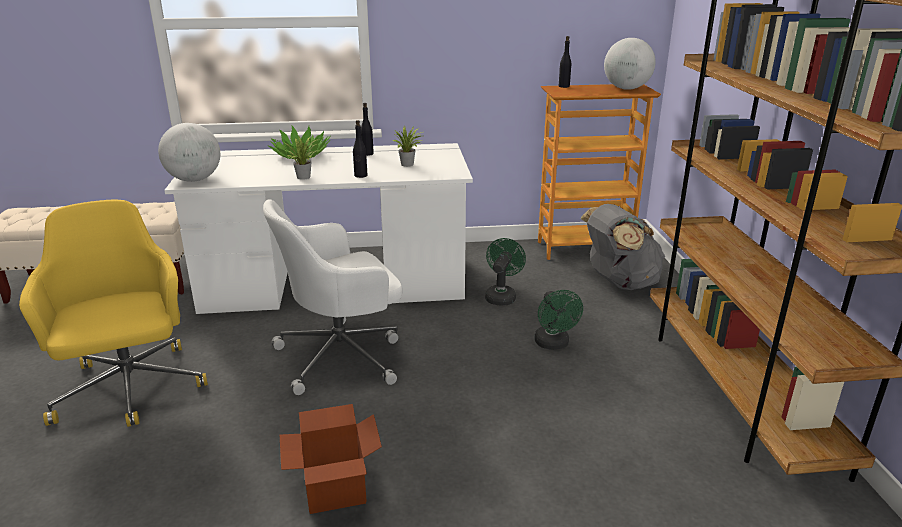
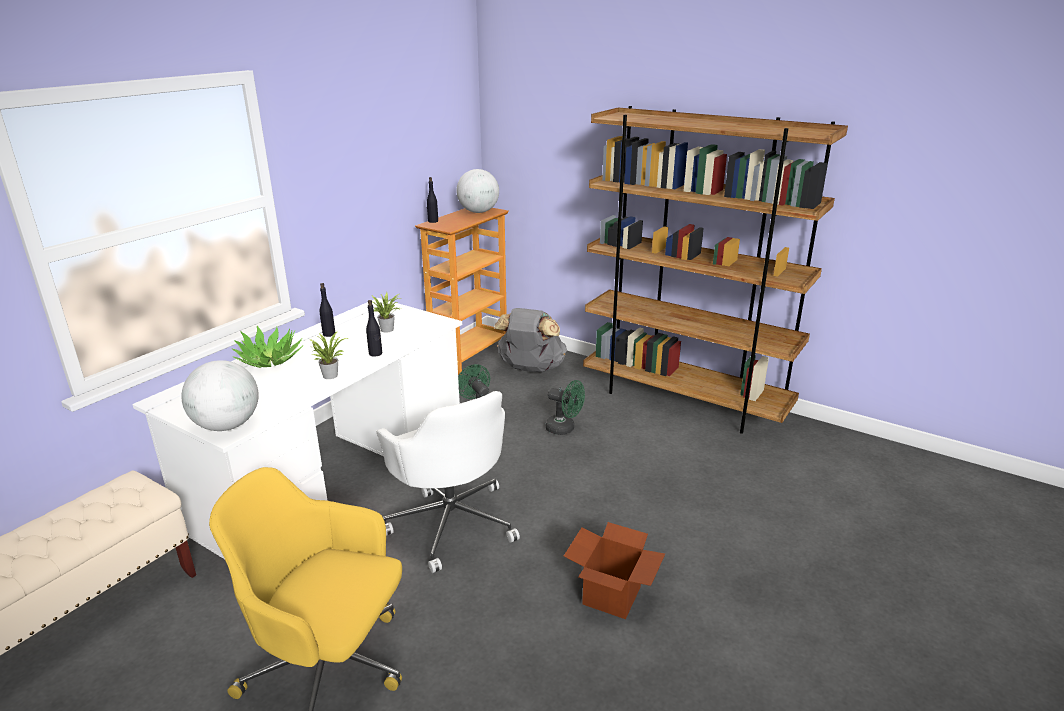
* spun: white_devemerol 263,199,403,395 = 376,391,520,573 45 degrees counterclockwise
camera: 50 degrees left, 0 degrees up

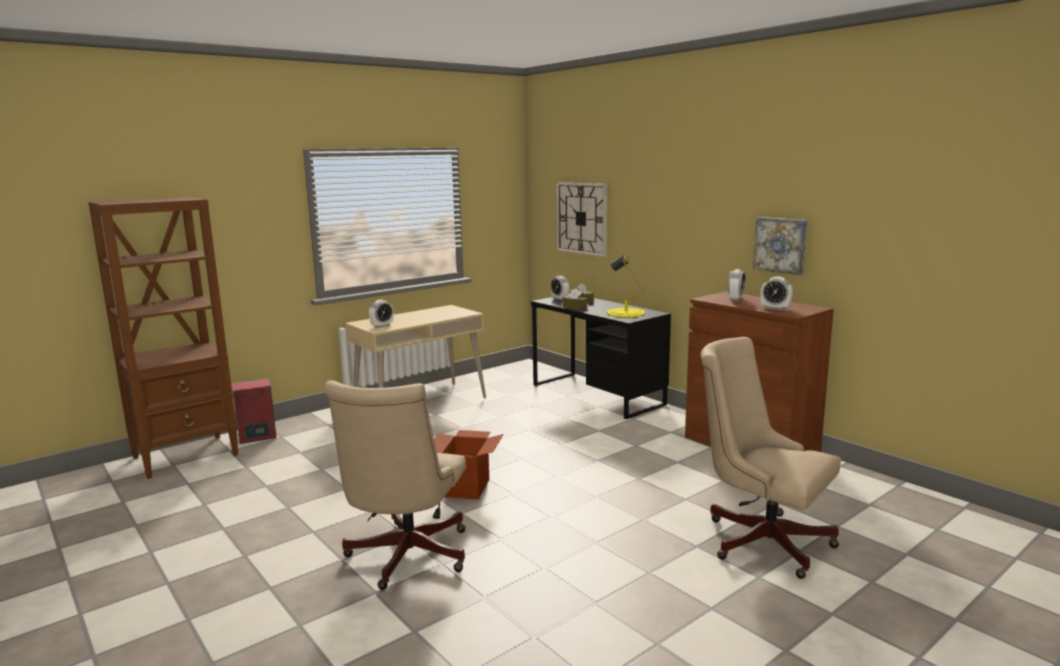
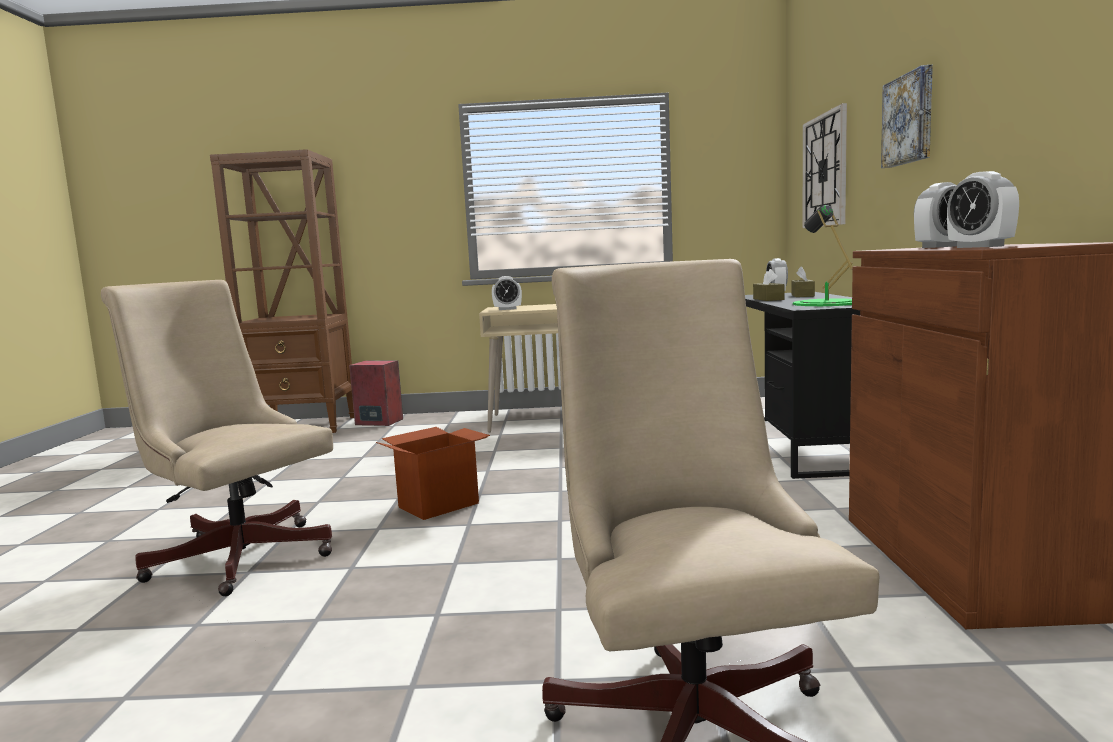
* spun: beige_devemerol 324,380,466,590 = 101,280,333,596 75 degrees clockwise
* colour: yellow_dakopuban 607,255,645,317 to green_dakopuban 793,204,853,306
* relocated: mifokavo 753,217,808,275 to 881,65,933,168
camera: 40 degrees right, 5 degrees down

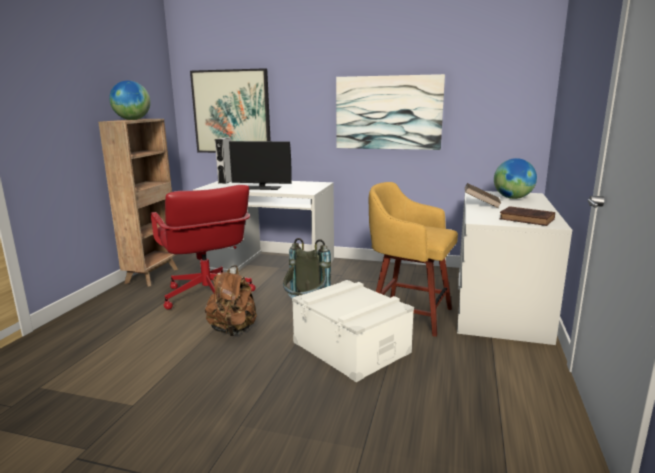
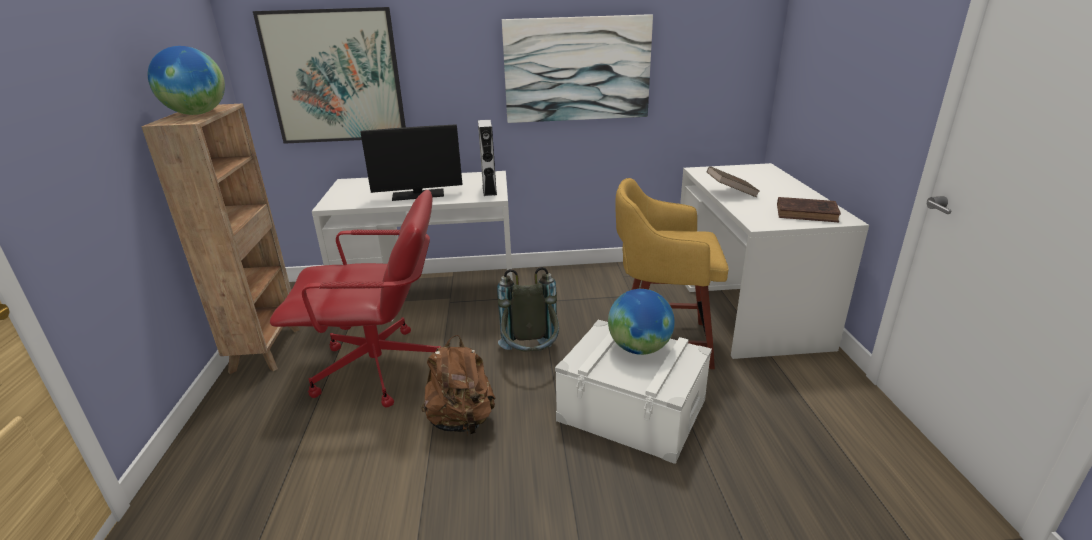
* spun: red_devemerol 151,185,256,309 = 270,190,441,407 45 degrees counterclockwise
* relocated: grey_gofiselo 215,138,232,184 to 478,120,497,196
* relocated: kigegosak 494,158,537,199 to 608,289,675,355
camera: 20 degrees left, 10 degrees up

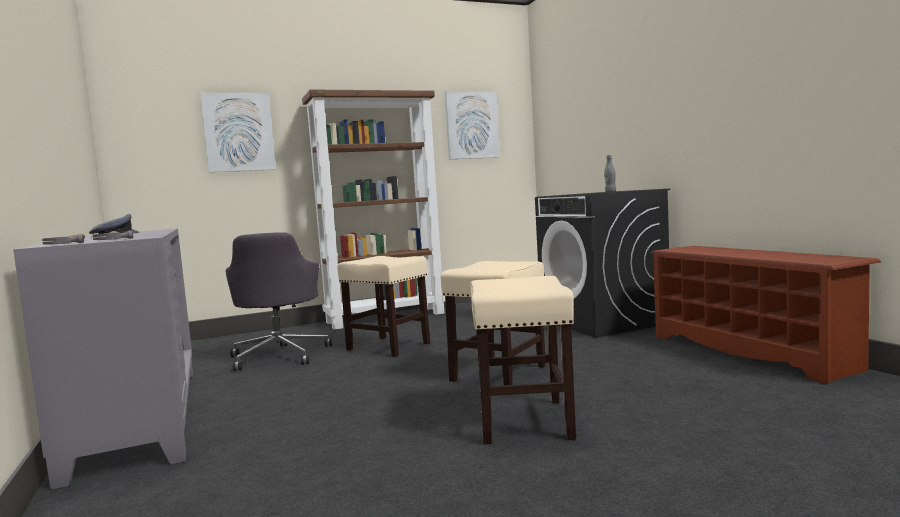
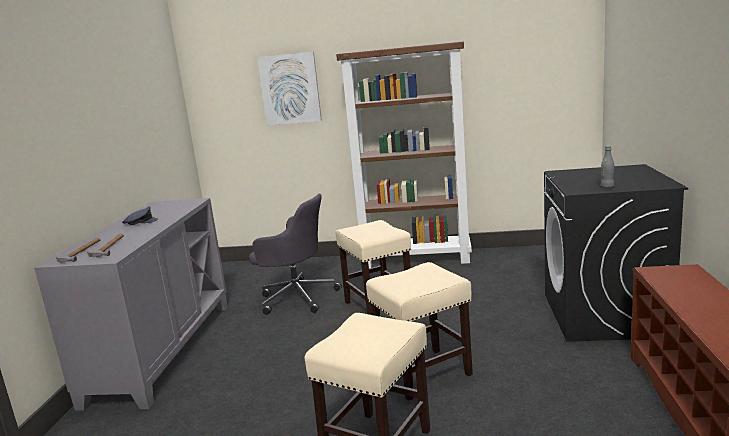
* spun: grey_devemerol 226,232,332,371 = 249,193,342,315 90 degrees counterclockwise
* missing: mifokavo 445,91,500,159
camera: 30 degrees right, 10 degrees up

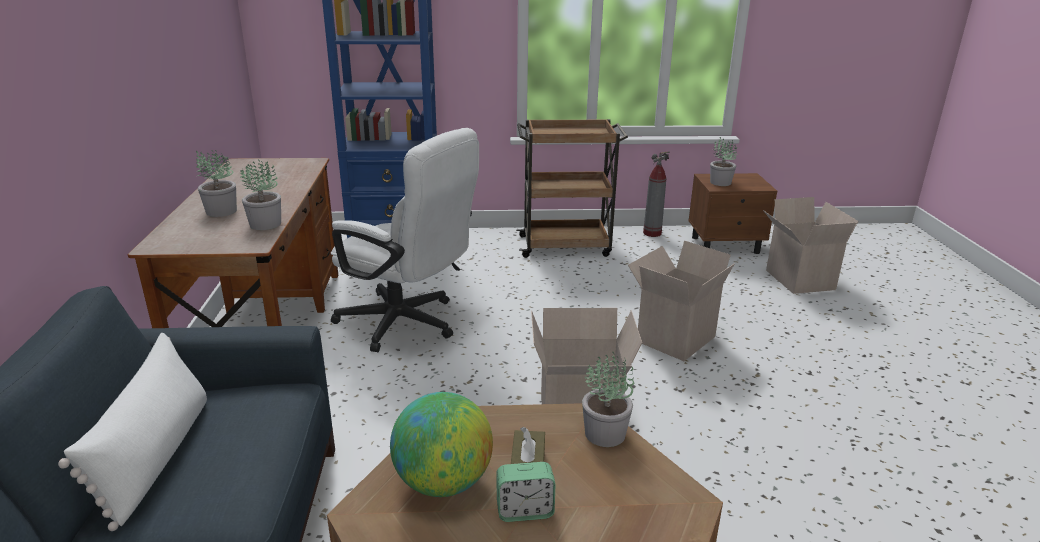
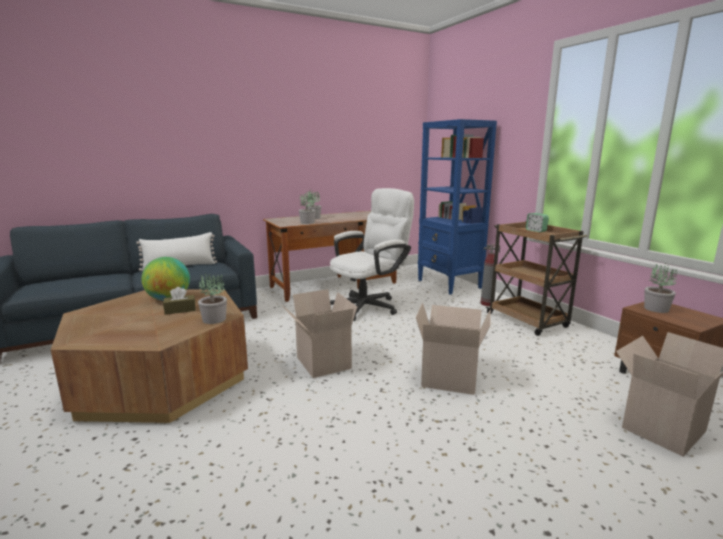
* spun: white_devemerol 331,128,479,352 = 330,188,414,321 135 degrees counterclockwise
* relocated: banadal 643,151,669,237 to 480,244,500,306
* relocated: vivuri 496,462,555,522 to 526,213,549,232
camera: 65 degrees right, 10 degrees down

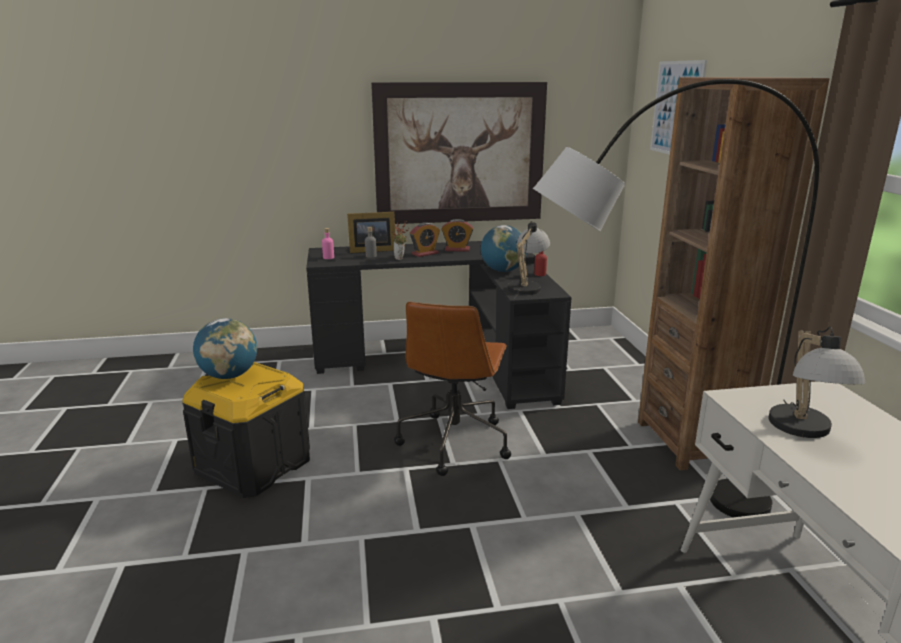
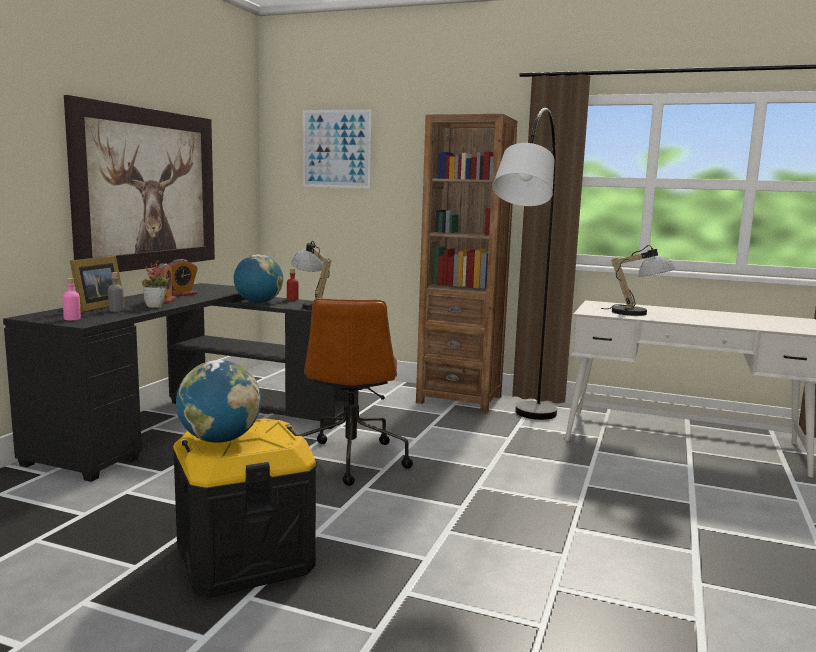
* spun: brown_devemerol 394,302,511,476 = 298,299,413,486 45 degrees clockwise
camera: 60 degrees left, 10 degrees down

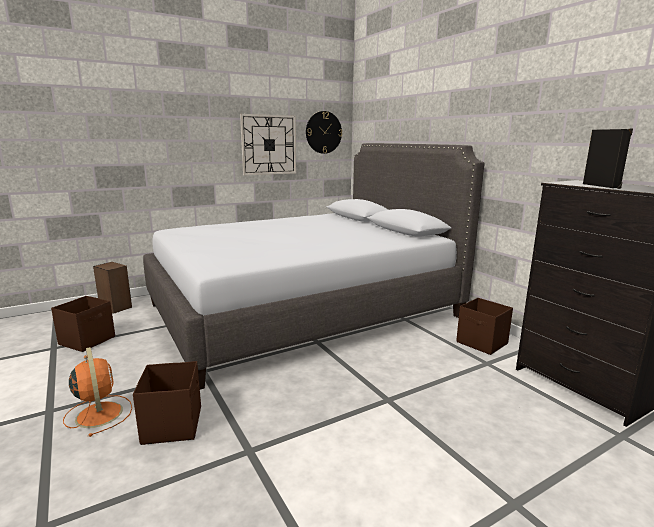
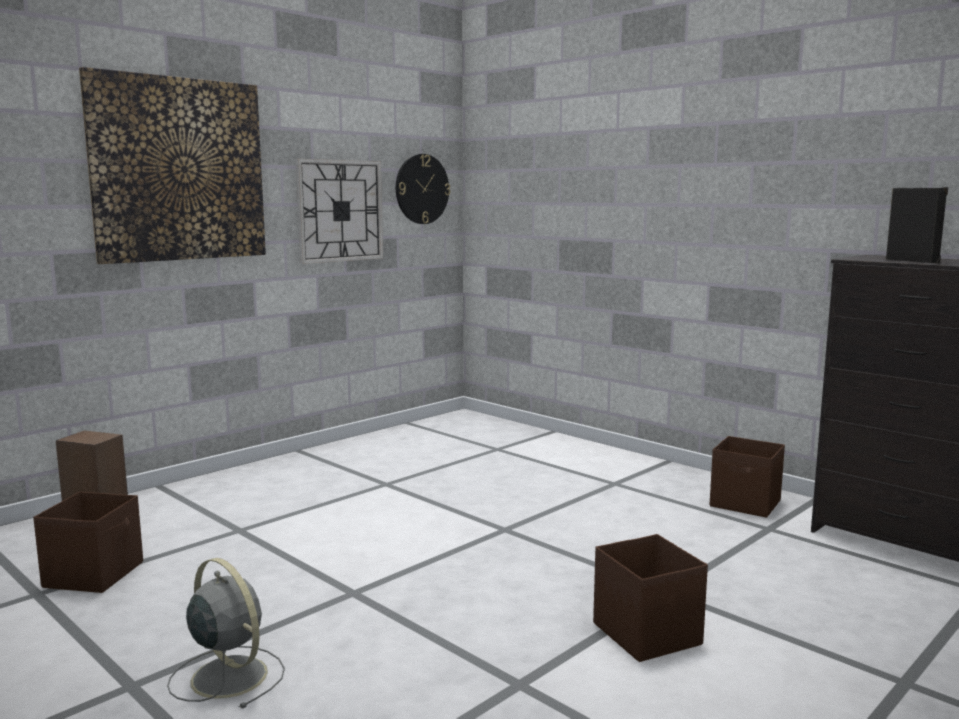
* appeared: mifokavo 79,67,266,264
* colour: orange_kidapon 63,347,132,437 to grey_kidapon 167,558,285,709
* relocated: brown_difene 133,361,201,445 to 593,534,708,662
* missing: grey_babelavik 143,143,485,389
camera: 15 degrees left, 5 degrees down

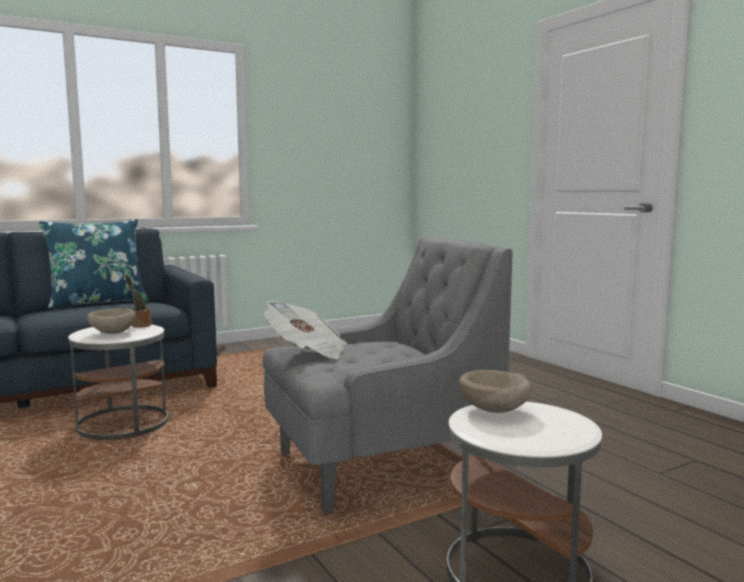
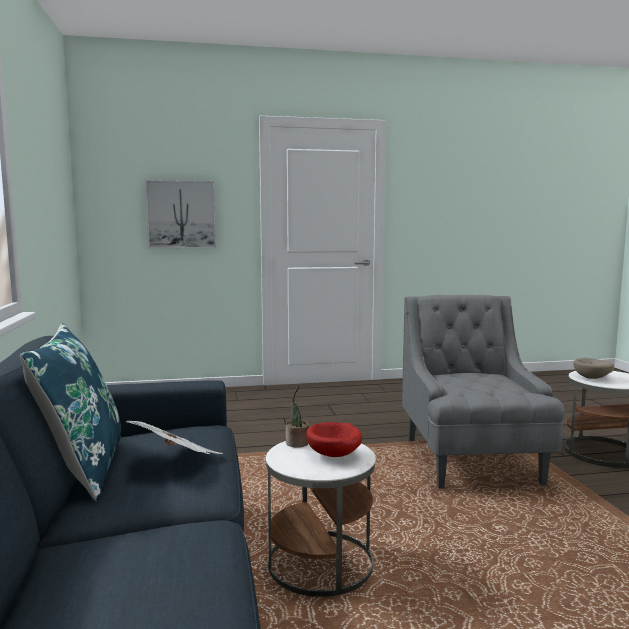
* relocated: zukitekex 263,301,347,359 to 126,421,223,454
* appeared: mifokavo 145,180,216,249
* colour: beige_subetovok 87,308,136,334 to red_subetovok 306,422,362,457
camera: 70 degrees left, 0 degrees up

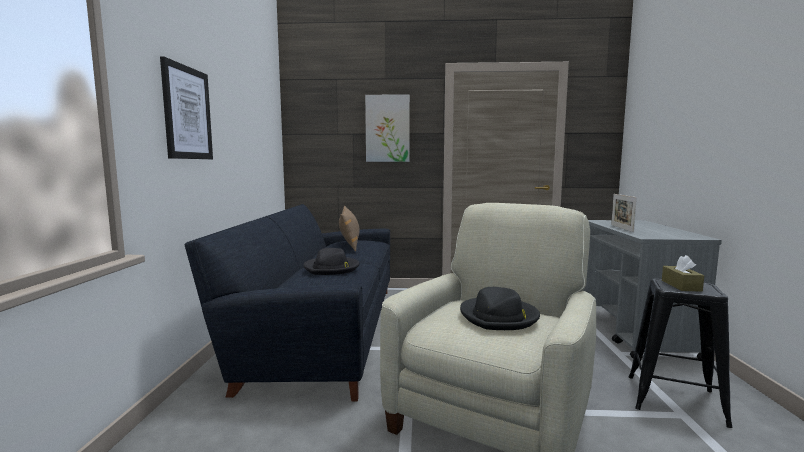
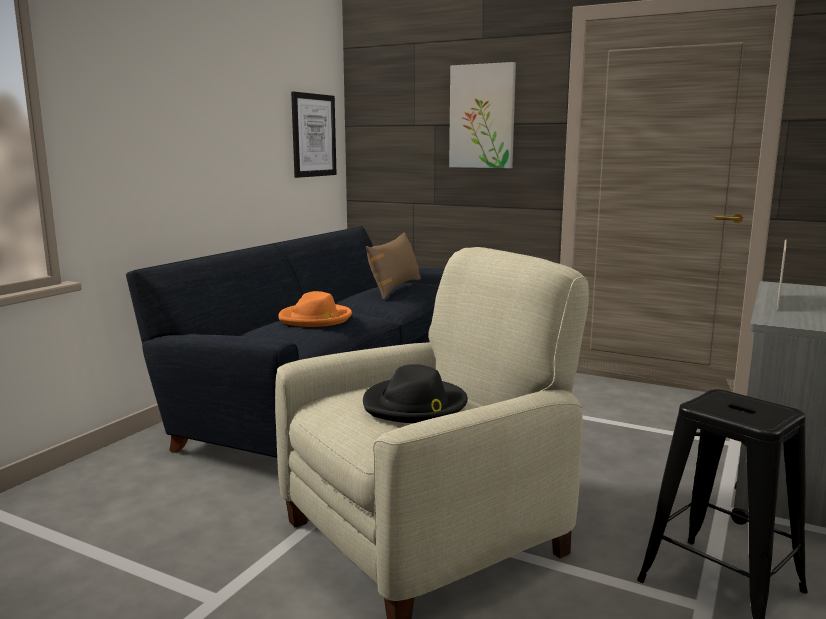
* colour: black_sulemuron 303,248,360,275 to orange_sulemuron 278,291,352,327
* relocated: mifokavo 160,56,213,159 to 291,92,337,178
* missing: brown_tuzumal 662,255,704,292
camera: 25 degrees right, 5 degrees up

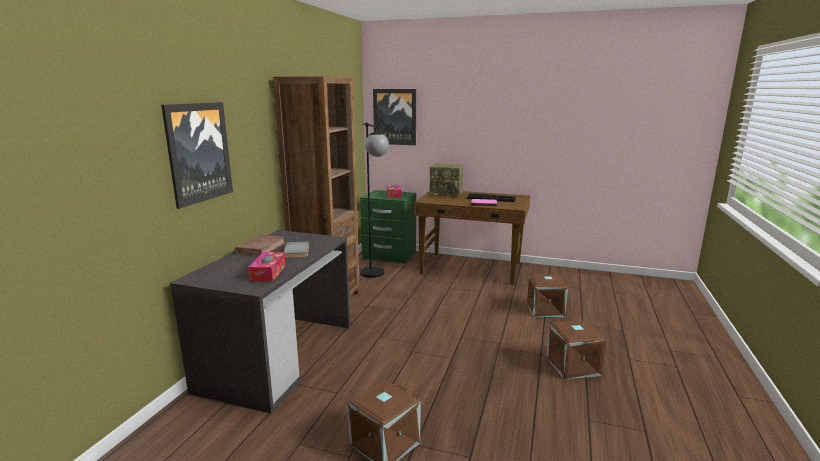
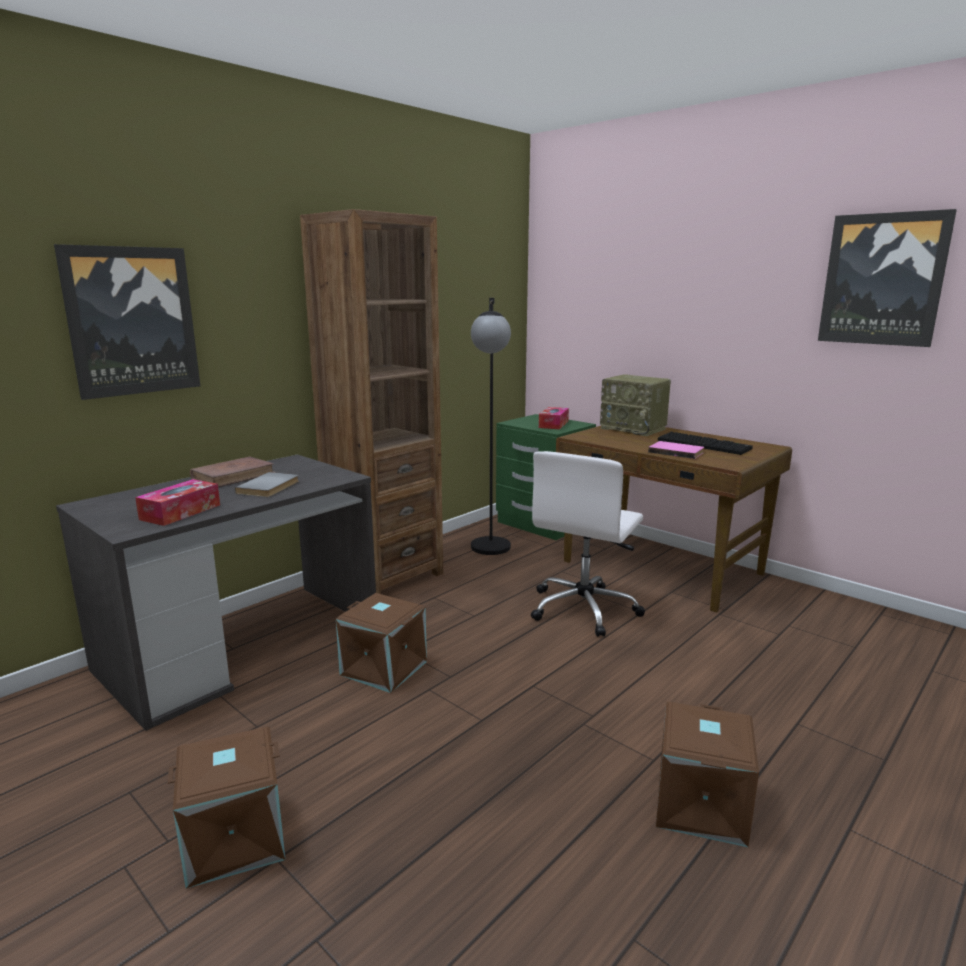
* relocated: brown_difene 527,274,568,317 to 336,593,427,693
* appeared: white_devemerol 531,451,645,637
* relocated: mifokavo 373,89,416,145 to 818,209,957,347
camera: 25 degrees right, 0 degrees up

